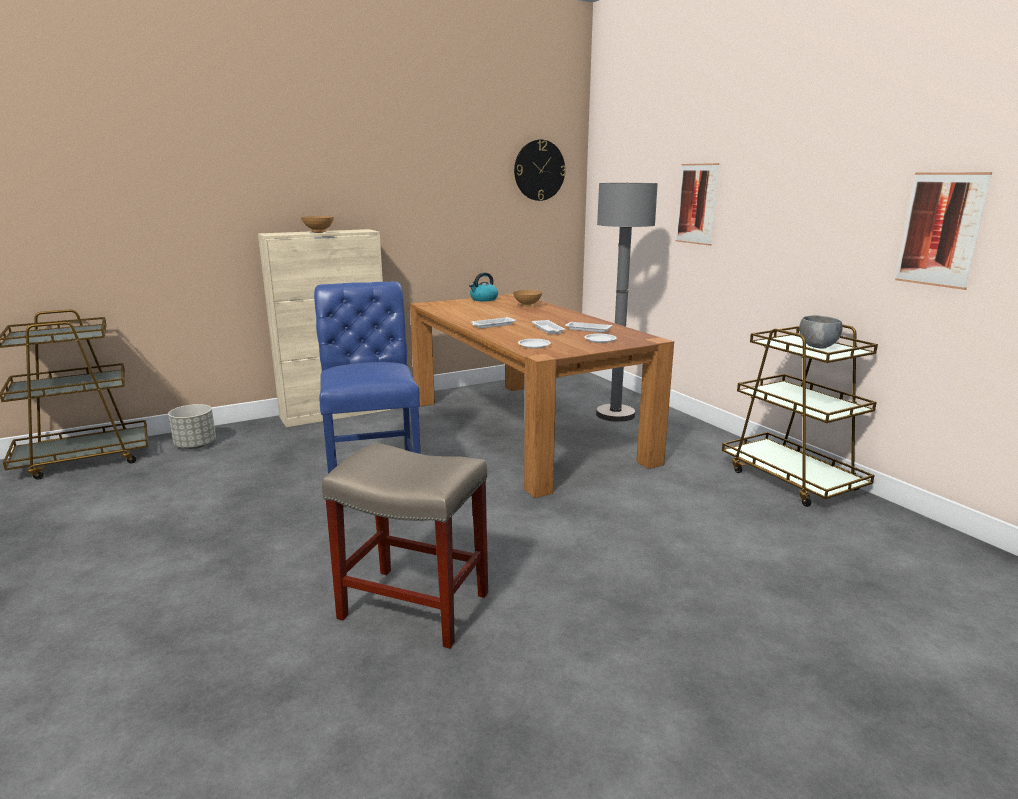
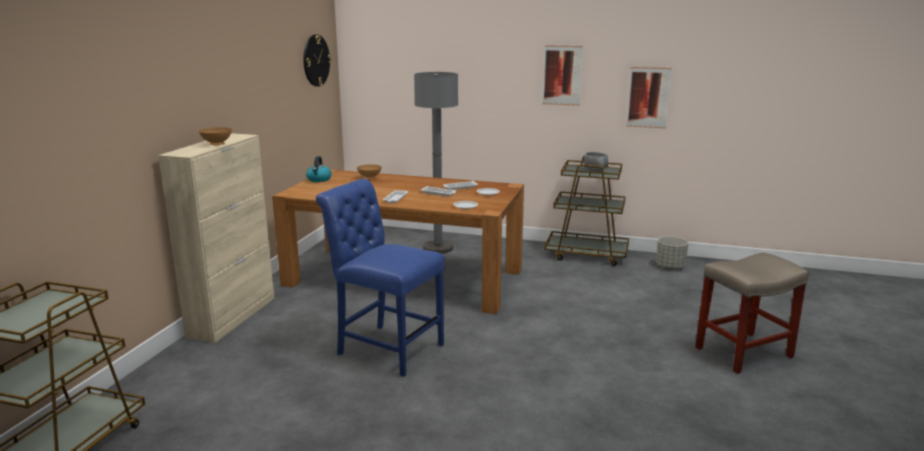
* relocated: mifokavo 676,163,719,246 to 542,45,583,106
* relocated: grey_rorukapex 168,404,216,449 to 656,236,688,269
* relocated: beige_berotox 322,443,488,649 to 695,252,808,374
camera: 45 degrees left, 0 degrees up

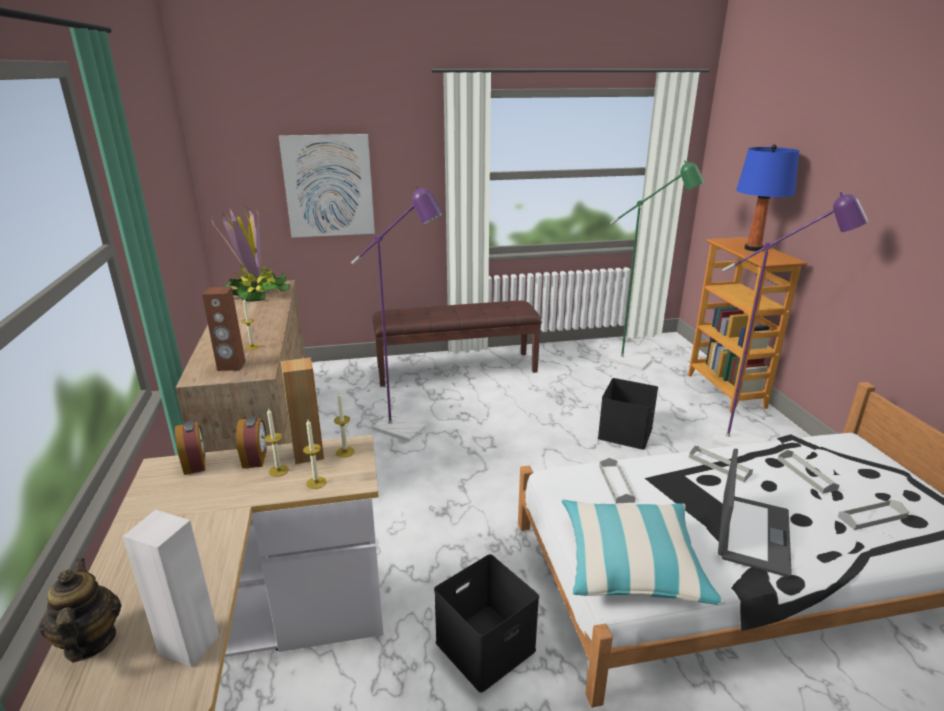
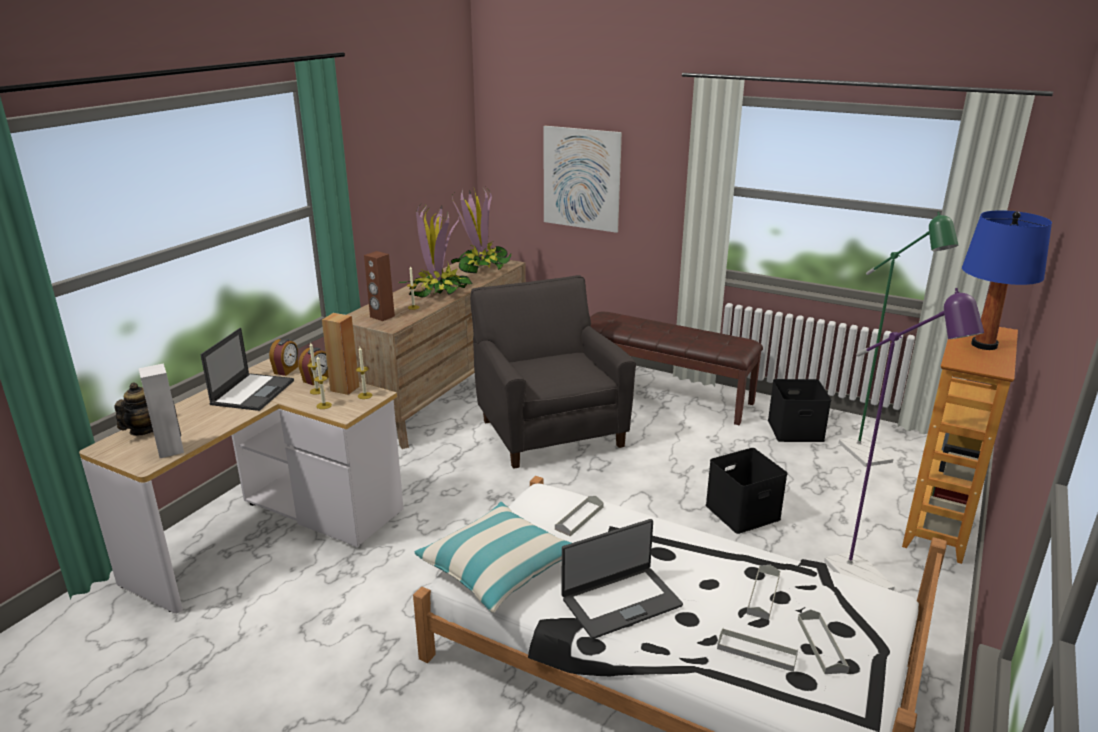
* appeared: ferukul 200,328,294,411
* appeared: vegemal 399,204,473,298
* exchanged: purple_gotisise 351,186,444,442 to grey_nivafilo 470,275,636,469
* relocated: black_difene 434,554,539,693 to 768,379,831,442
* relocated: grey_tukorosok 689,446,753,482 to 798,609,849,674
camera: 40 degrees right, 0 degrees up

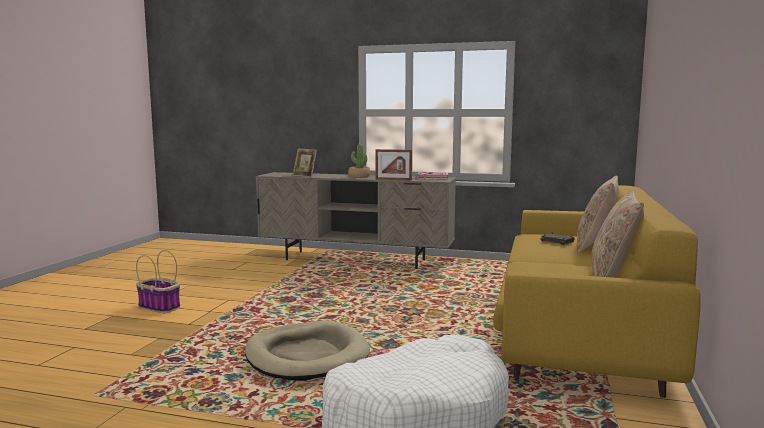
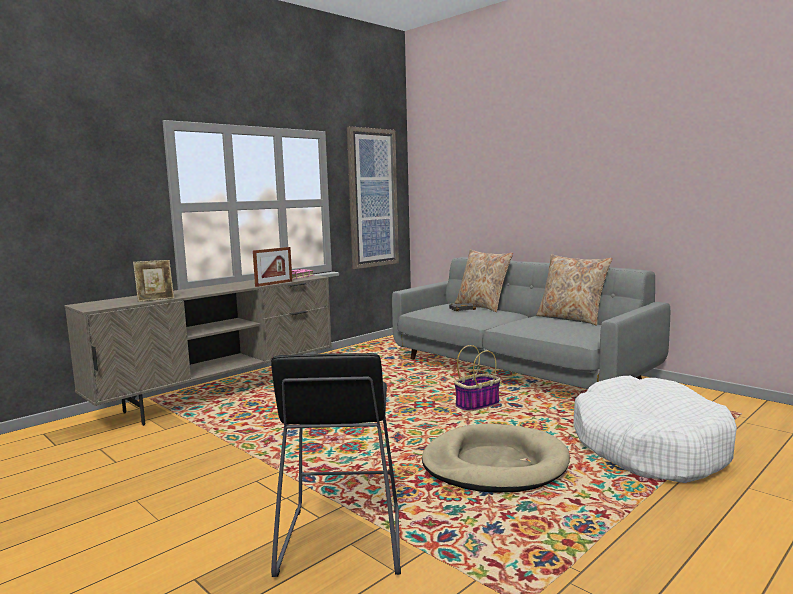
* appeared: black_berotox 271,353,401,577
* appeared: mifokavo 347,126,399,269
* colour: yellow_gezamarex 493,186,701,398 to grey_gezamarex 392,257,670,389
* relocated: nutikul 136,250,180,313 to 454,345,501,411
* missing: vegemal 348,144,370,178
camera: 60 degrees left, 0 degrees up

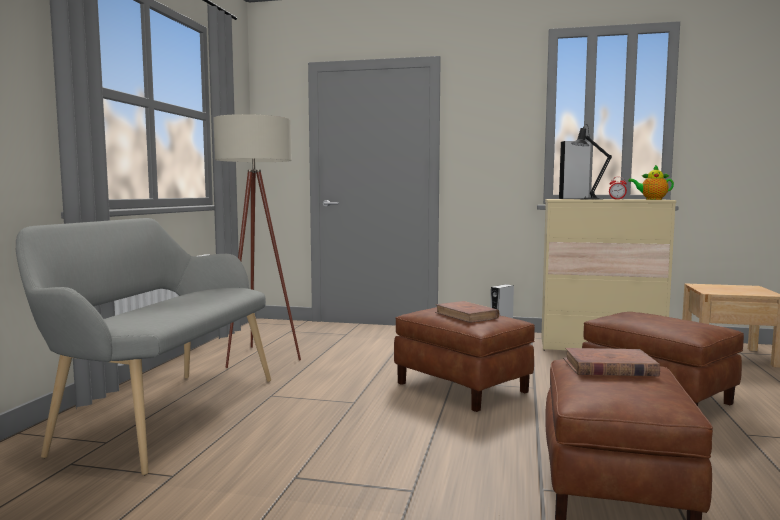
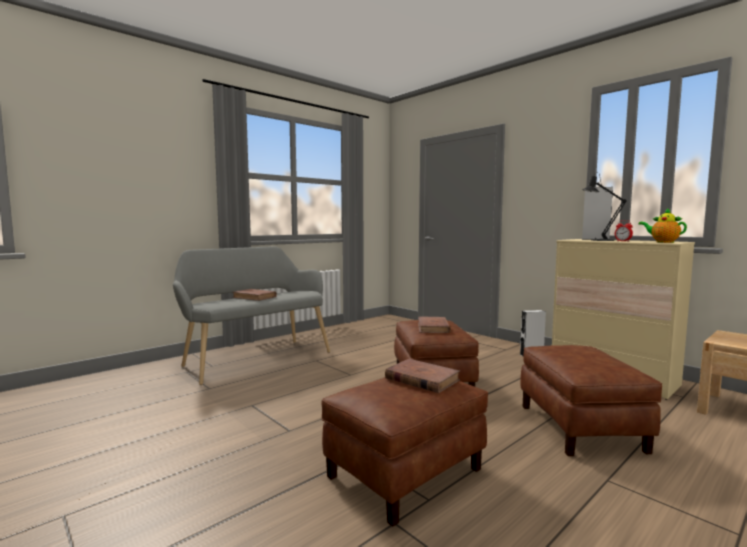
* appeared: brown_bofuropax 232,289,277,301
* missing: beige_gotisise 213,114,301,368
camera: 35 degrees right, 0 degrees up

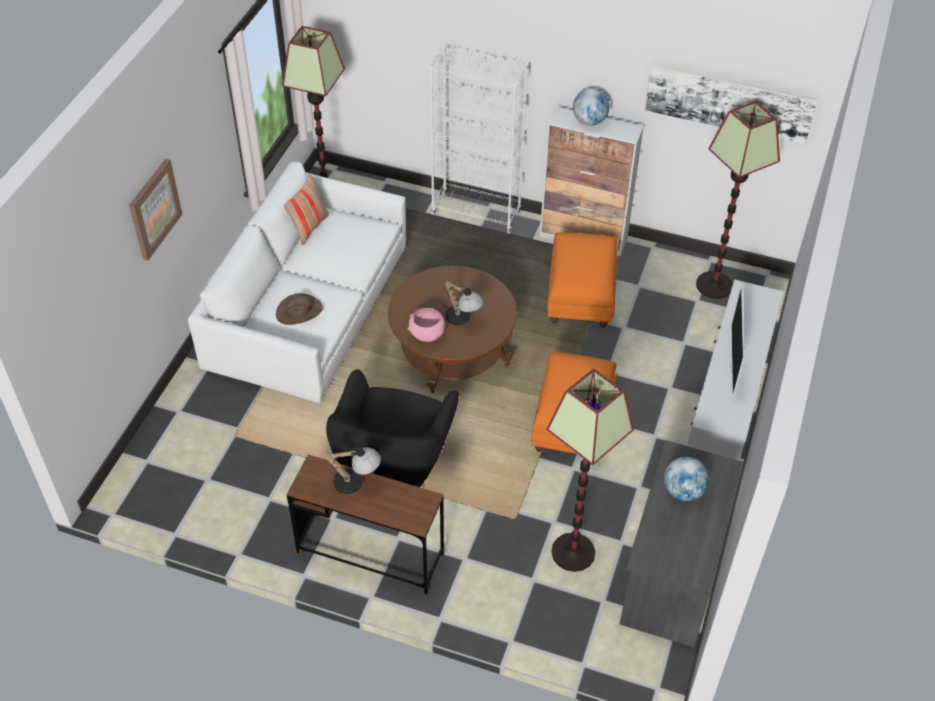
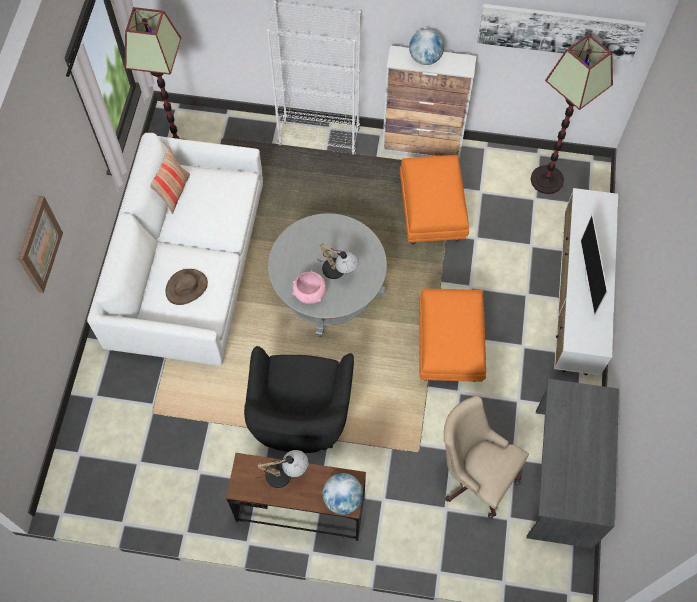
* colour: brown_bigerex 388,266,517,393 to grey_bigerex 268,213,387,337
* relocated: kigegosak 664,457,709,501 to 323,473,363,514
* exchanged: gotisise 546,369,634,572 to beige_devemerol 444,396,529,519
camera: 10 degrees left, 15 degrees up

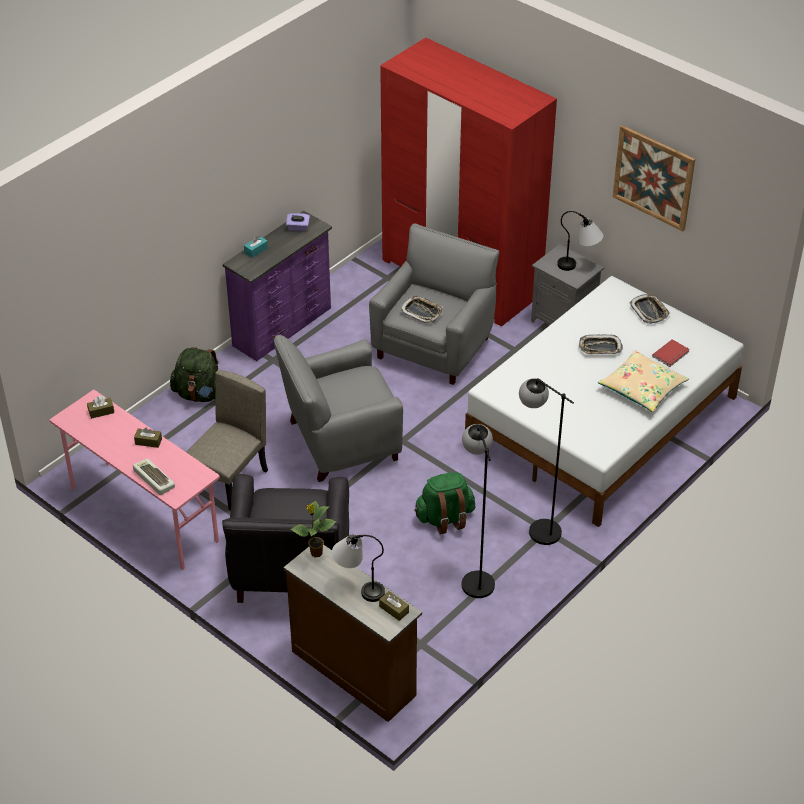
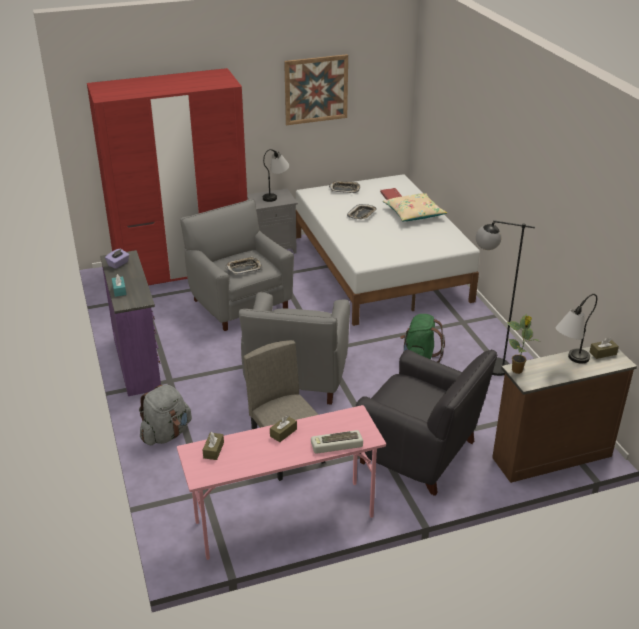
* colour: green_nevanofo 170,347,219,402 to grey_nevanofo 139,385,192,445
* missing: black_gotisise 519,378,574,545
camera: 60 degrees left, 10 degrees down

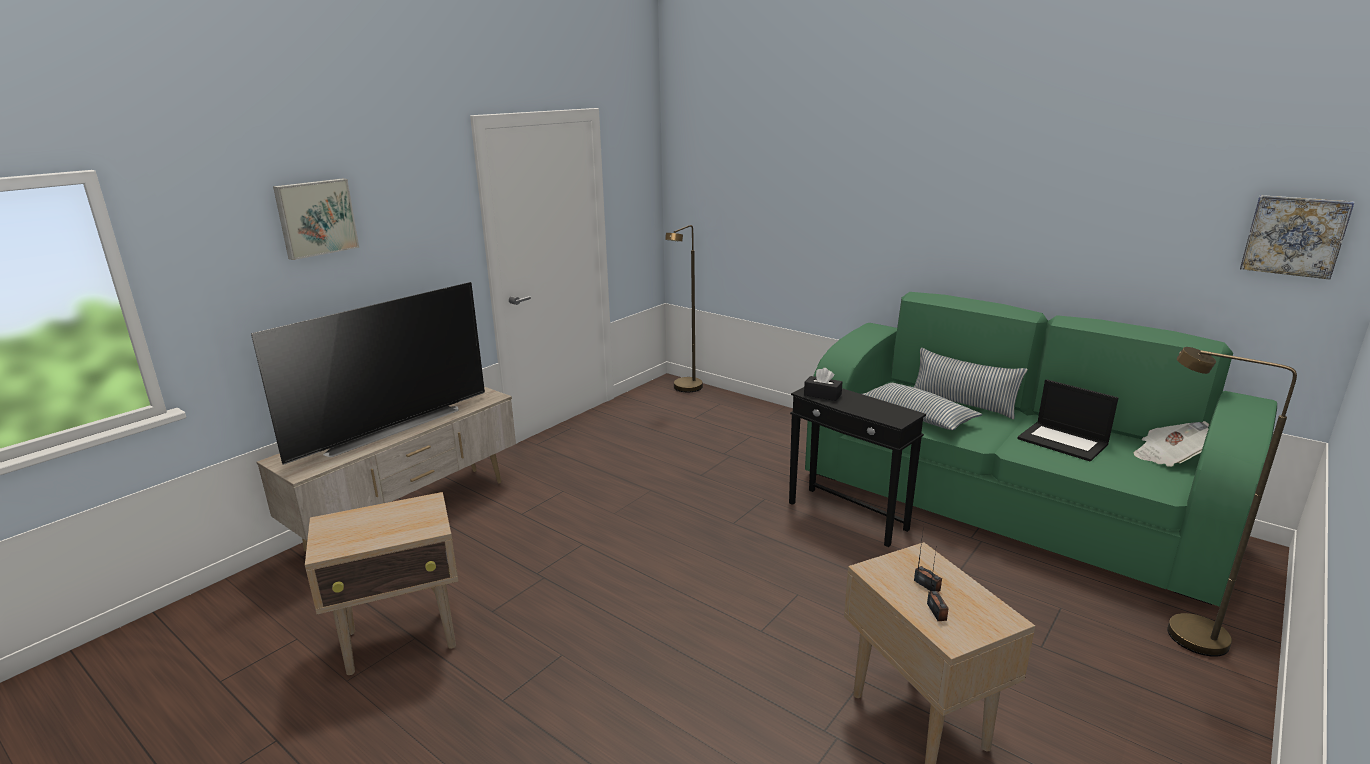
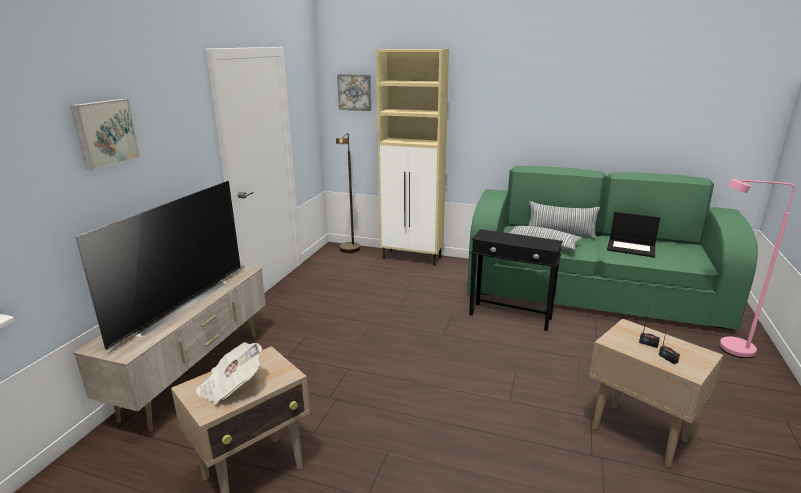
* relocated: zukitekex 1134,421,1209,467 to 196,342,262,405
* relocated: mifokavo 1240,195,1354,279 to 337,74,372,111
* appeared: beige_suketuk 376,49,449,266
* colour: brown_gotisise 1167,347,1297,657 to pink_gotisise 719,179,795,358
* missing: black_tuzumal 804,368,842,401
camera: 20 degrees left, 0 degrees up

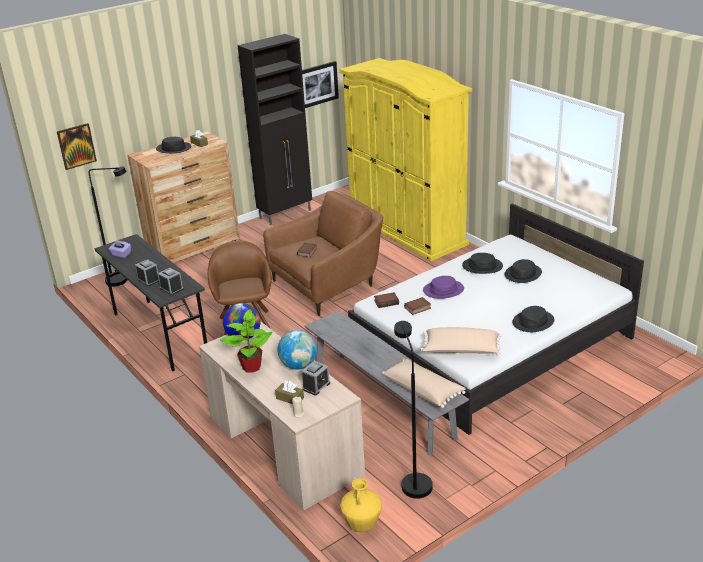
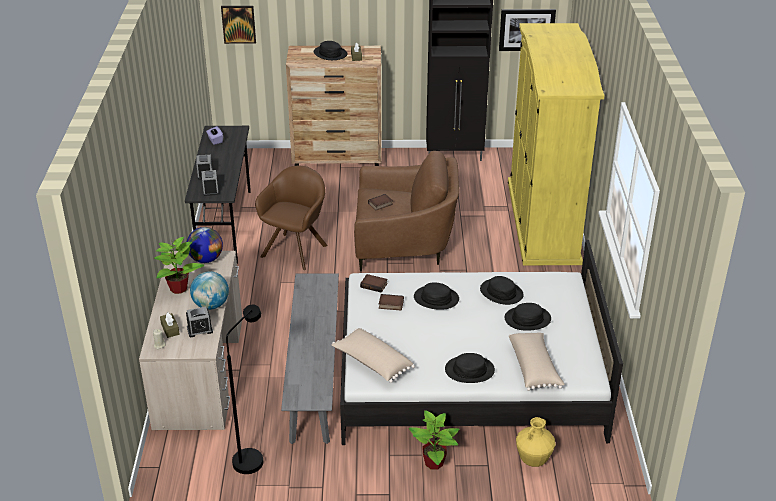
* appeared: vegemal 409,410,459,470
* colour: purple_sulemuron 423,276,464,299 to black_sulemuron 414,283,459,310
* relocated: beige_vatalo 382,359,466,408 to 509,332,565,391
* relocated: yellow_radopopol 340,478,382,532 to 516,417,556,467
* missing: black_gotisise 89,166,127,287
camera: 35 degrees right, 5 degrees up

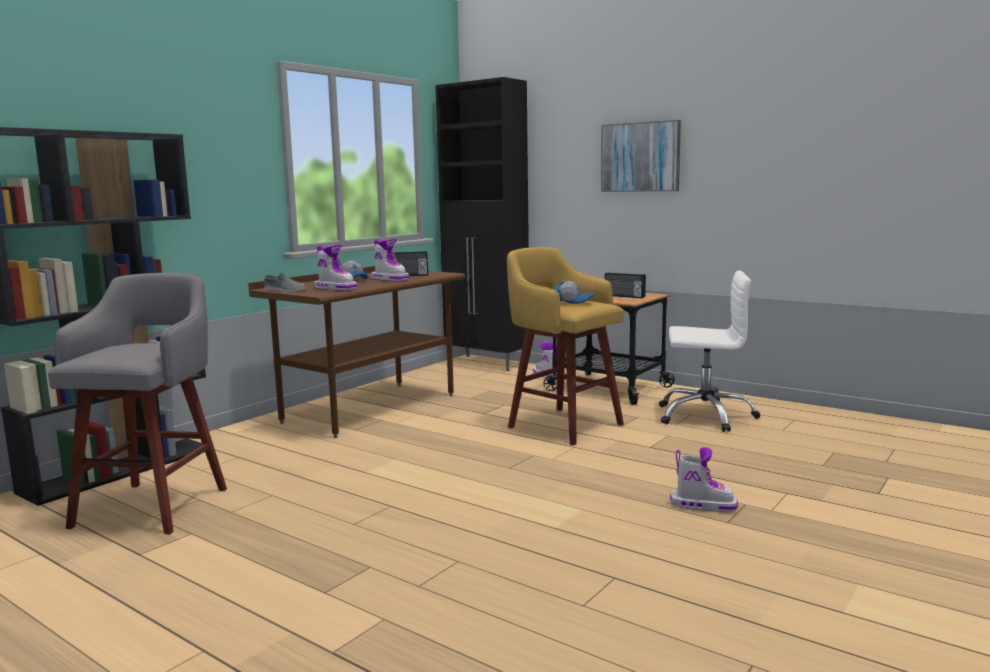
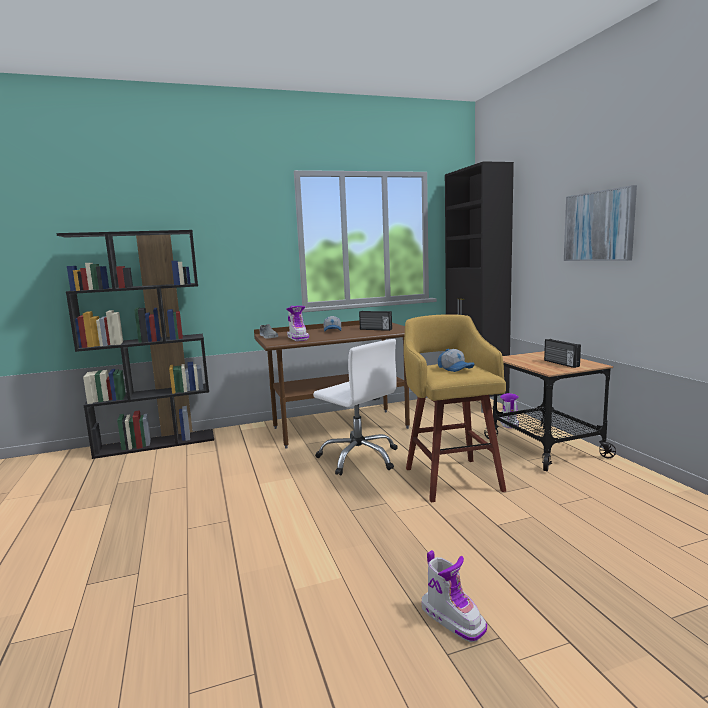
* relocated: white_devemerol 659,270,760,432 to 313,339,398,475
* missing: grey_berotox 48,273,227,534
* missing: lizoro 371,239,410,282
camera: 35 degrees right, 0 degrees up

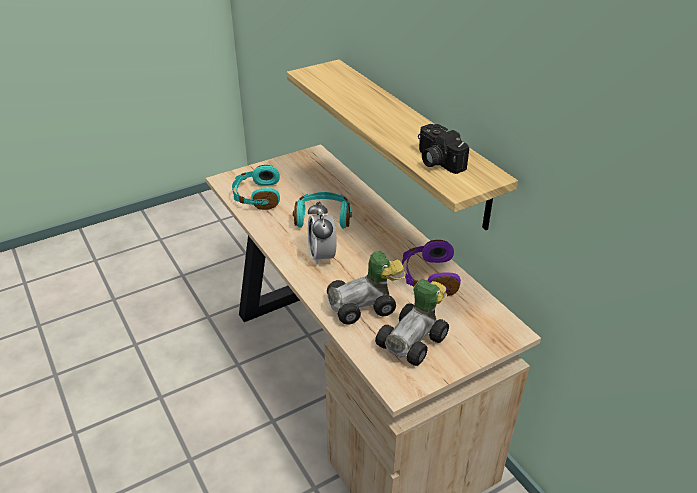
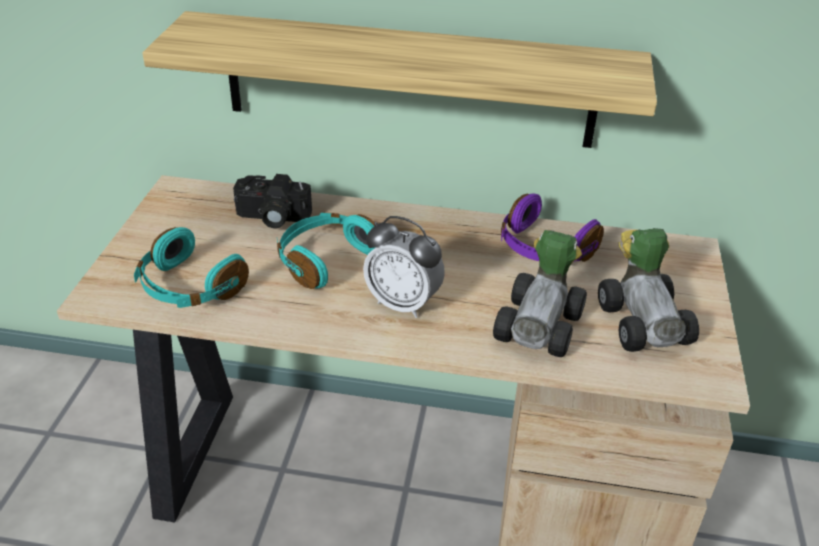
* relocated: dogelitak 418,124,469,174 to 233,174,312,229
camera: 50 degrees left, 0 degrees up

